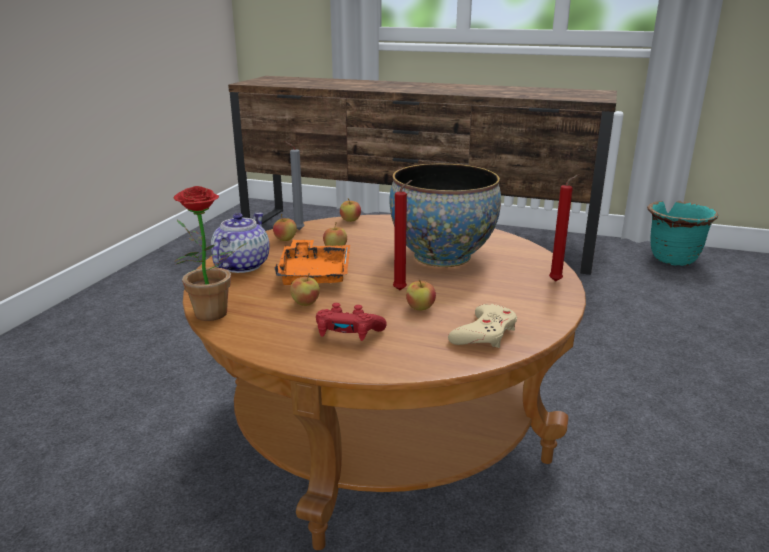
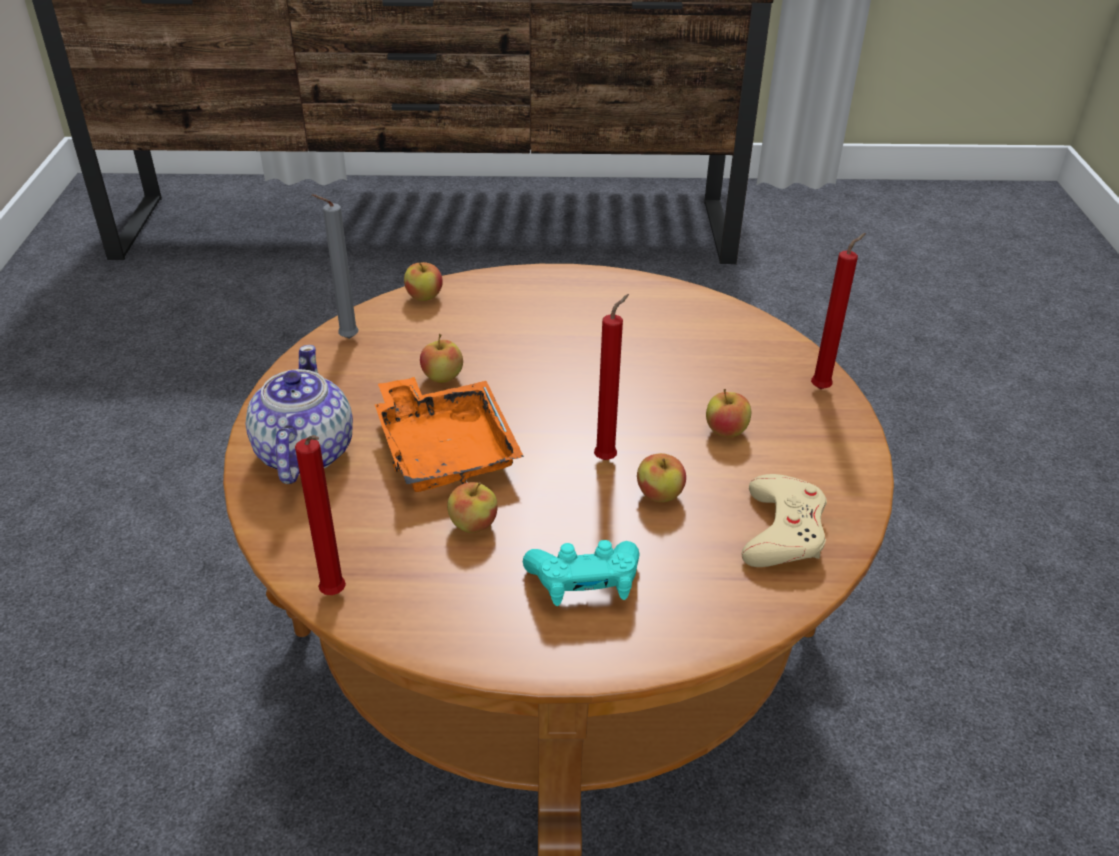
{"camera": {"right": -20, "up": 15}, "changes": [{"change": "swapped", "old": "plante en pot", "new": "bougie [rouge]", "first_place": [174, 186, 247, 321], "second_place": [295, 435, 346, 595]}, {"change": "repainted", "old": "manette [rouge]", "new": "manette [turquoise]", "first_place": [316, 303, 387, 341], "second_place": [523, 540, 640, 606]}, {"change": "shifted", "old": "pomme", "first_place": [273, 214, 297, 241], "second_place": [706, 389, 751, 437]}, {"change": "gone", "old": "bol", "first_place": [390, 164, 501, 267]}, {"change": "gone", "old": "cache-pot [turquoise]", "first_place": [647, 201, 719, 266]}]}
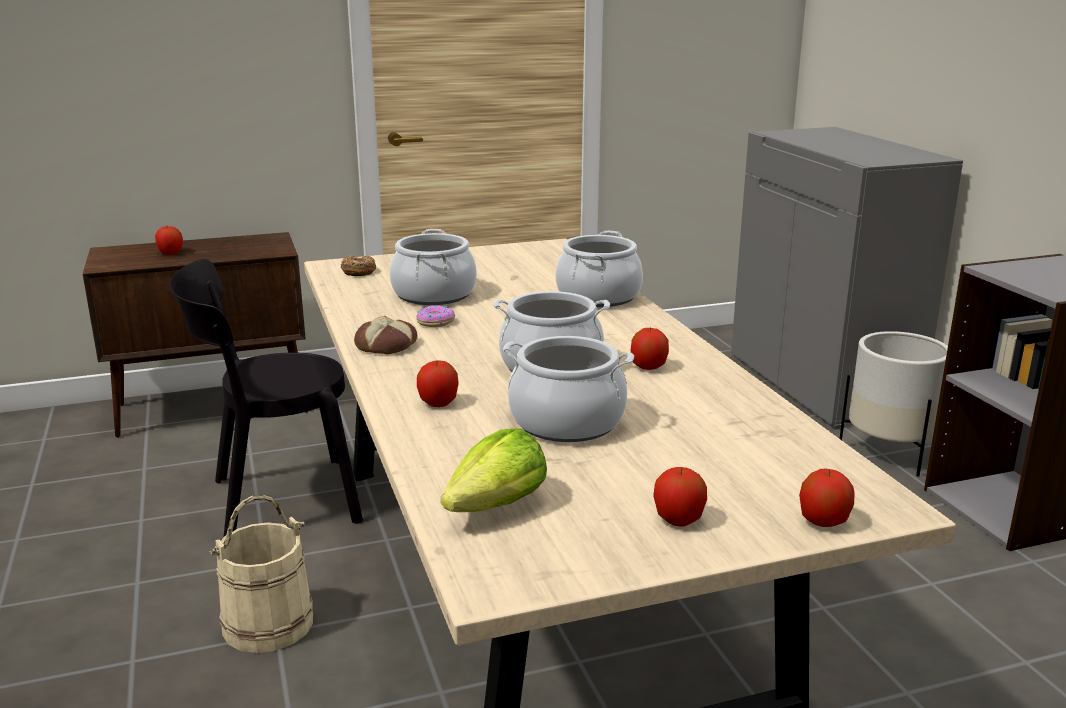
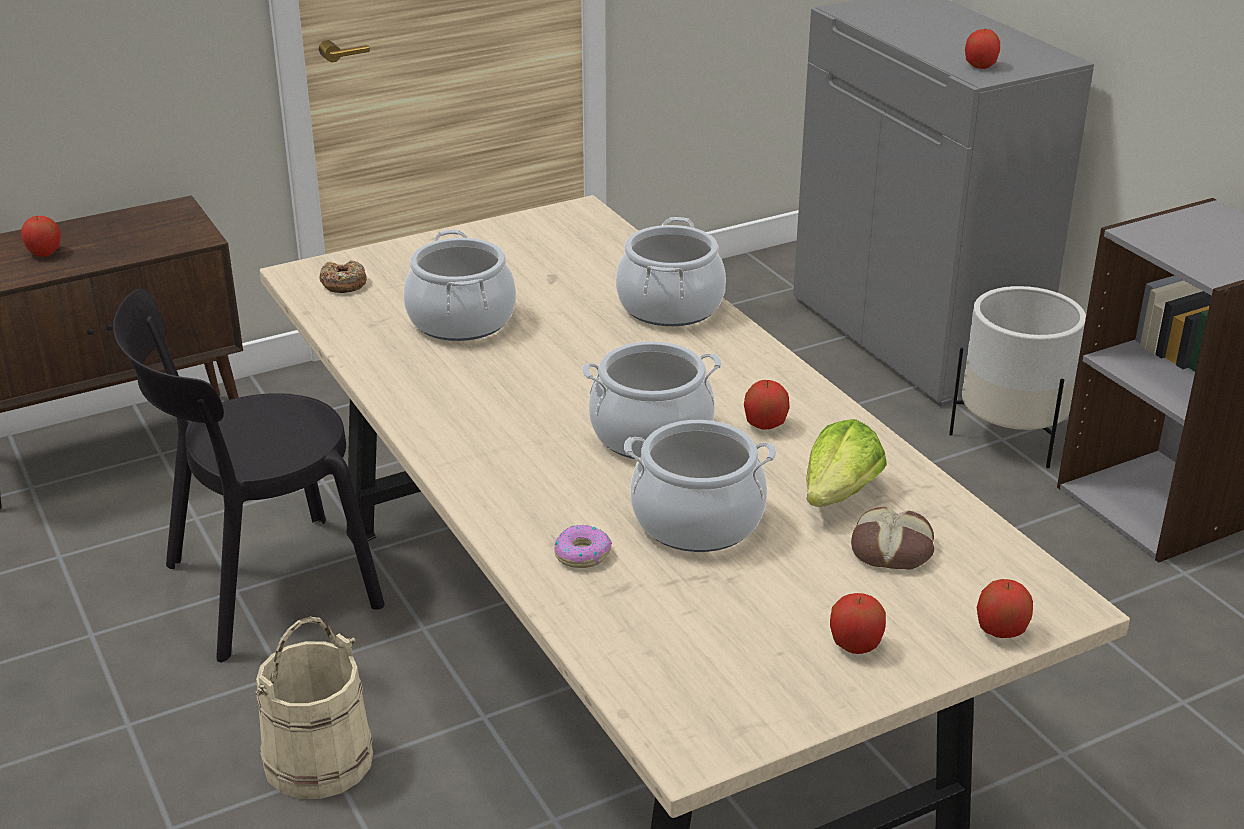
{"camera": {"right": -10, "up": 10}, "changes": [{"change": "shifted", "old": "beignet", "first_place": [416, 305, 455, 327], "second_place": [554, 525, 612, 568]}, {"change": "shifted", "old": "laitue", "first_place": [441, 428, 547, 512], "second_place": [806, 419, 887, 507]}, {"change": "shifted", "old": "pain", "first_place": [354, 316, 417, 354], "second_place": [851, 507, 934, 569]}, {"change": "shifted", "old": "pomme", "first_place": [417, 360, 459, 407], "second_place": [965, 28, 1000, 69]}]}
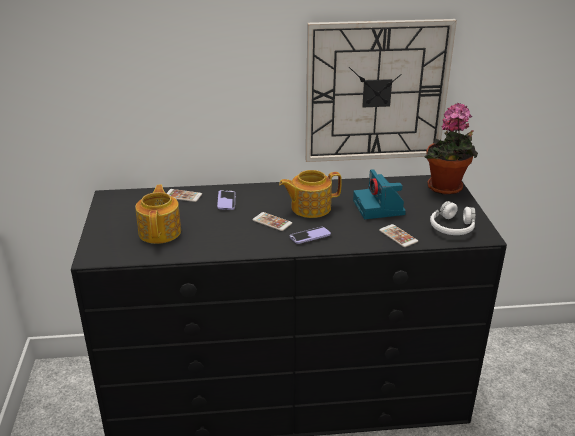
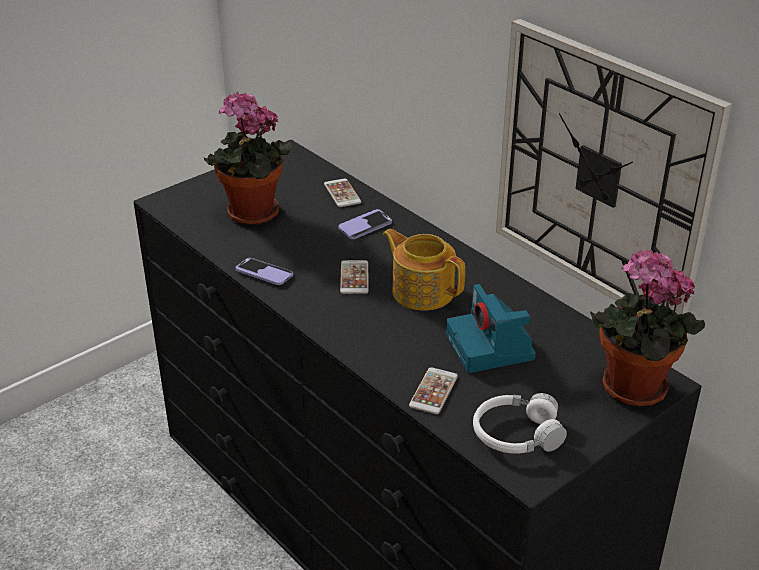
{"camera": {"right": 55, "up": 5}, "changes": [{"change": "swapped", "old": "théière", "new": "plante en pot", "first_place": [135, 185, 181, 244], "second_place": [204, 92, 293, 225]}, {"change": "shifted", "old": "téléphone", "first_place": [290, 227, 331, 244], "second_place": [236, 258, 293, 285]}, {"change": "rotated", "old": "appareil photo", "first_place": [353, 169, 406, 219], "second_place": [446, 284, 536, 373], "degrees": -60}]}
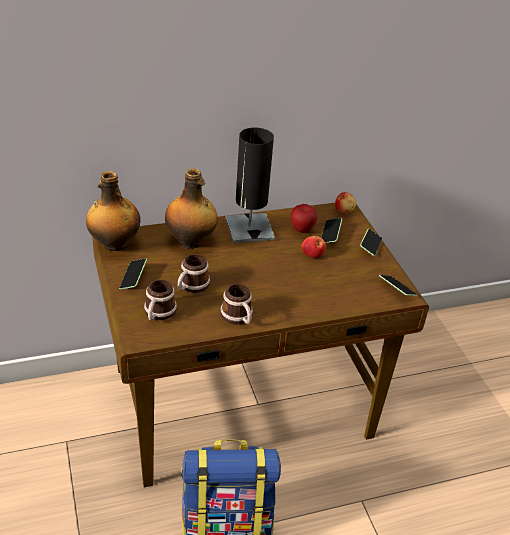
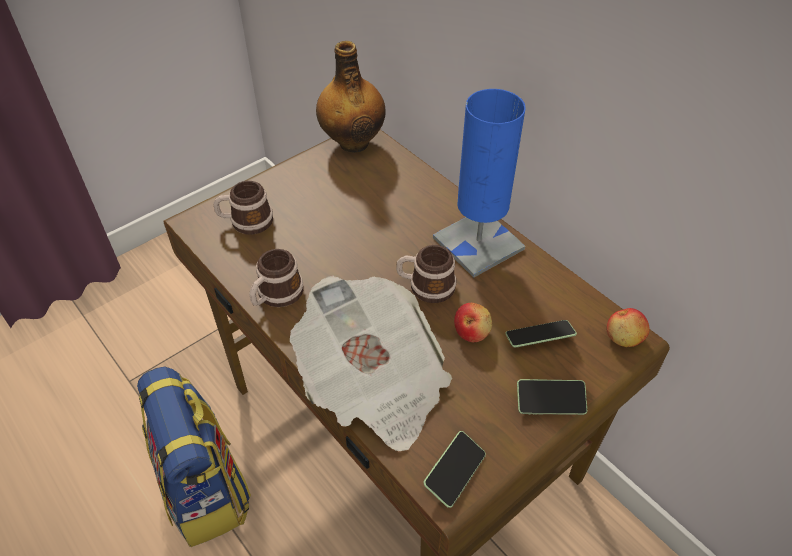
{"camera": {"right": 70, "up": 10}, "changes": [{"change": "new", "new": "journal", "second_place": [290, 276, 452, 451]}, {"change": "shifted", "old": "mug", "first_place": [178, 254, 210, 293], "second_place": [396, 245, 456, 303]}, {"change": "repainted", "old": "lampe de table [noir]", "new": "lampe de table [bleu]", "first_place": [225, 128, 275, 243], "second_place": [433, 89, 526, 278]}, {"change": "gone", "old": "téléphone", "first_place": [119, 258, 147, 290]}, {"change": "gone", "old": "bouteille", "first_place": [165, 168, 218, 249]}, {"change": "gone", "old": "pomme", "first_place": [291, 204, 317, 233]}]}
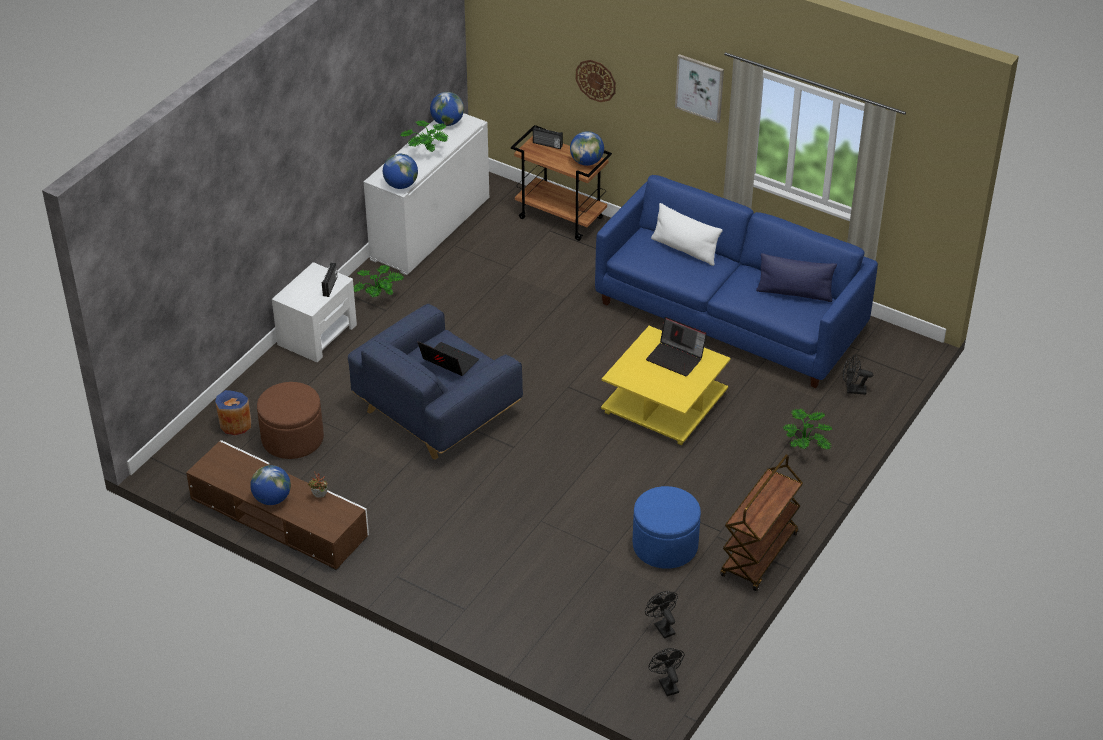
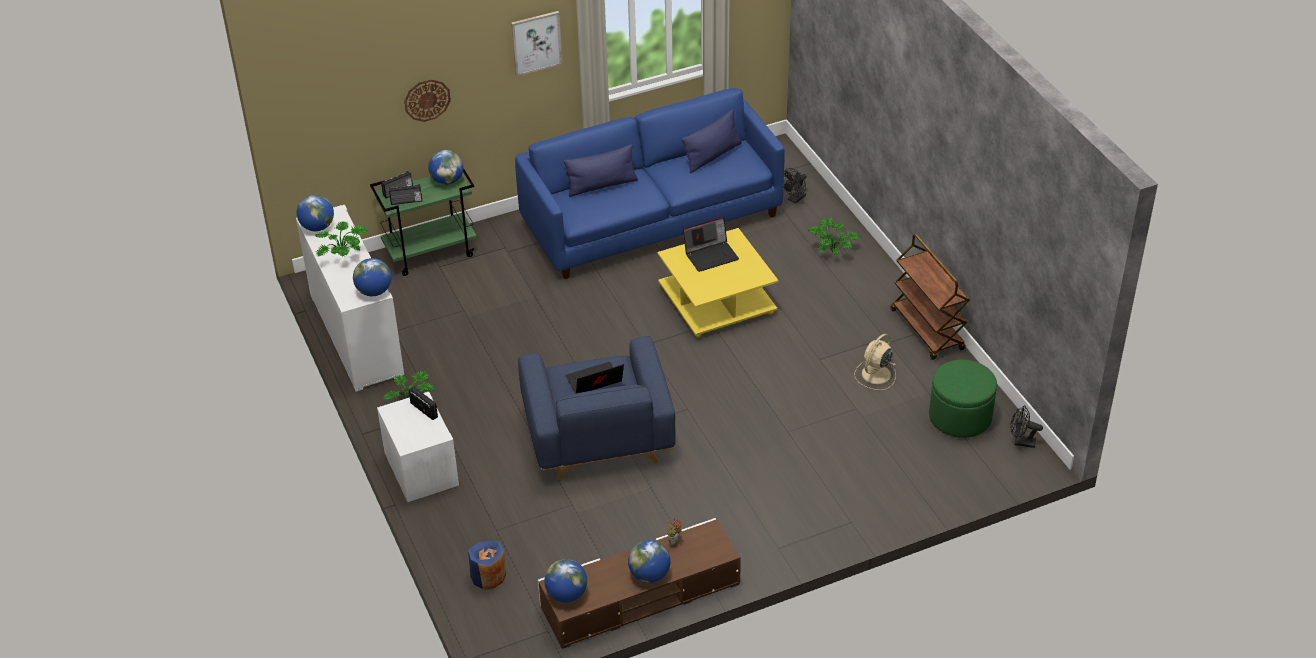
{"camera": {"right": -55, "up": 0}, "changes": [{"change": "repainted", "old": "chariot [marron]", "new": "chariot [vert]", "first_place": [511, 125, 612, 241], "second_place": [370, 169, 477, 276]}, {"change": "new", "new": "radio", "second_place": [389, 184, 422, 205]}, {"change": "new", "new": "globe", "second_place": [544, 559, 587, 603]}, {"change": "repainted", "old": "coussin [blanc]", "new": "coussin [bleu]", "first_place": [651, 203, 723, 266], "second_place": [564, 144, 638, 197]}, {"change": "swapped", "old": "pouf [bleu]", "new": "ventilateur [beige]", "first_place": [633, 486, 701, 569], "second_place": [854, 334, 896, 390]}, {"change": "swapped", "old": "ventilateur [noir]", "new": "pouf [vert]", "first_place": [645, 591, 678, 639], "second_place": [929, 360, 997, 438]}, {"change": "gone", "old": "pouf [marron]", "first_place": [257, 382, 324, 459]}]}
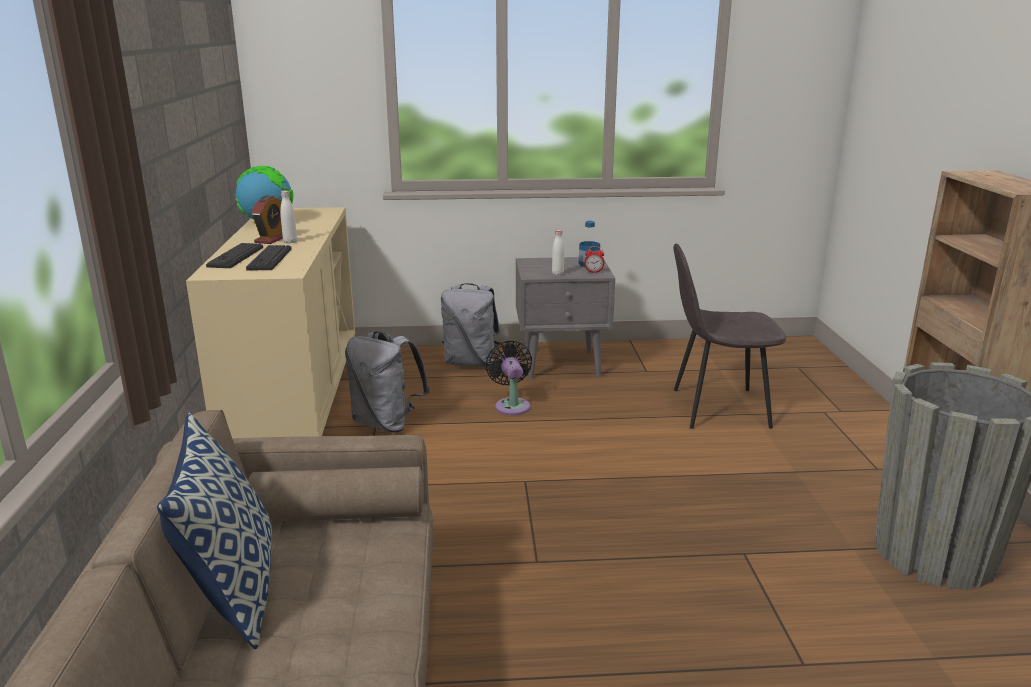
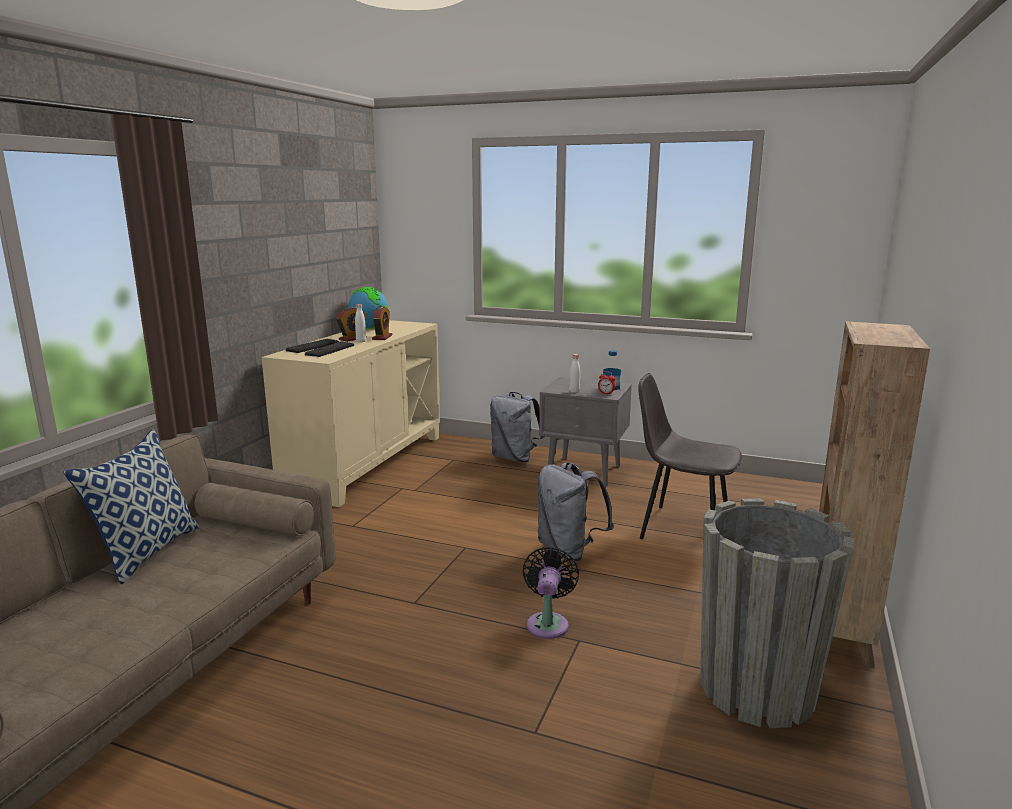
{"camera": {"right": 25, "up": -5}, "changes": [{"change": "new", "new": "réveil", "second_place": [372, 306, 392, 340]}, {"change": "shifted", "old": "ventilateur [noir]", "first_place": [485, 341, 532, 415], "second_place": [523, 547, 579, 639]}, {"change": "shifted", "old": "sac à dos [gris]", "first_place": [345, 331, 430, 432], "second_place": [537, 463, 614, 561]}]}
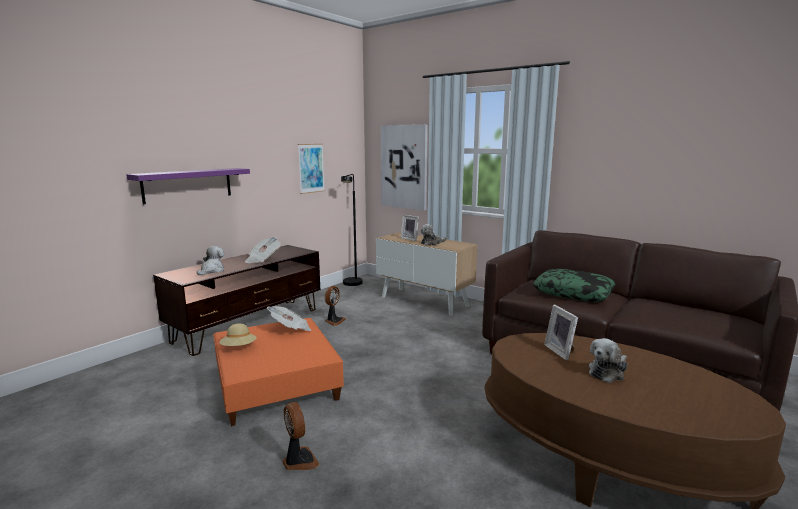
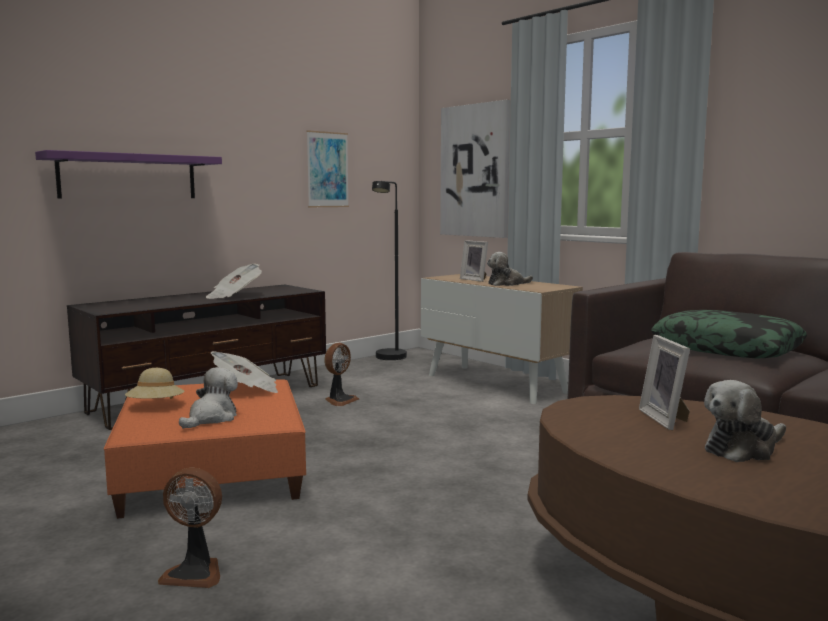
{"camera": {"right": 10, "up": -5}, "changes": [{"change": "rotated", "old": "ventilateur", "first_place": [282, 402, 319, 470], "second_place": [158, 468, 222, 588], "degrees": 120}, {"change": "shifted", "old": "peluche", "first_place": [197, 246, 224, 276], "second_place": [179, 367, 238, 429]}]}
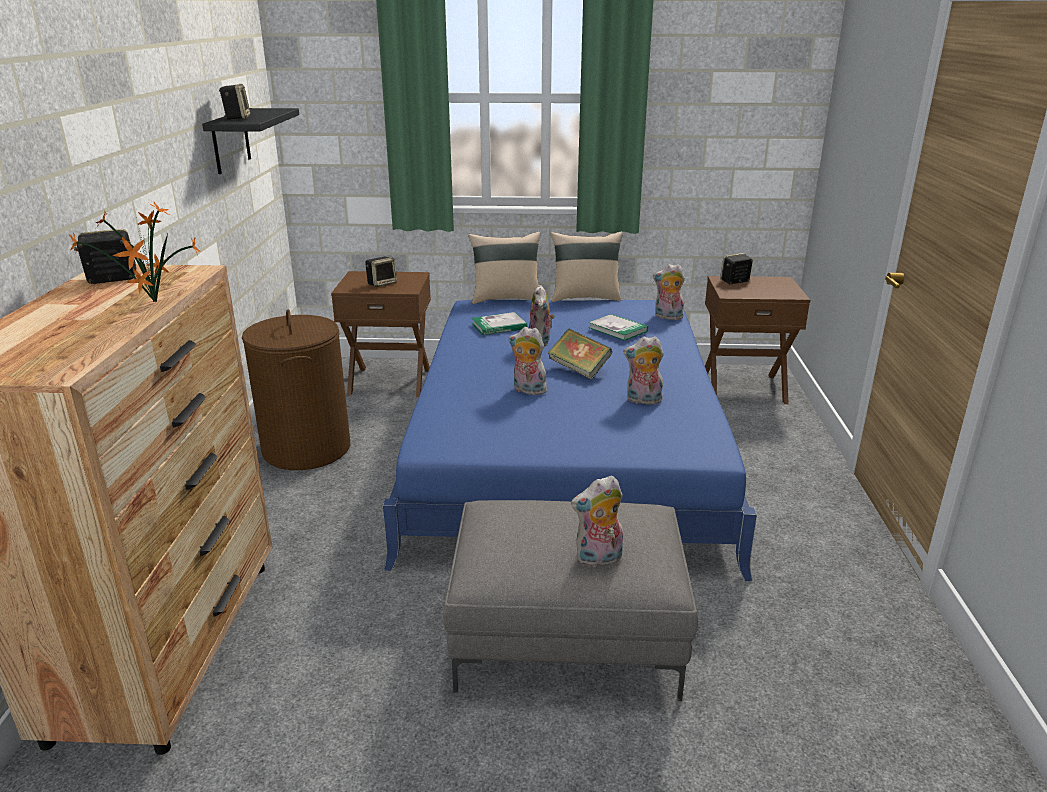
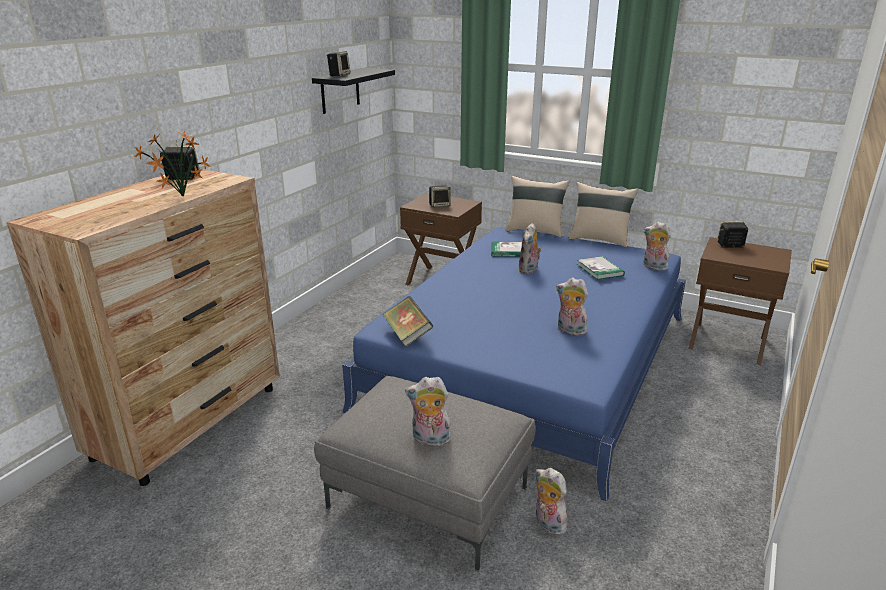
{"camera": {"right": 25, "up": 0}, "changes": [{"change": "shifted", "old": "livre", "first_place": [548, 329, 612, 380], "second_place": [382, 296, 434, 347]}, {"change": "shifted", "old": "peluche", "first_place": [509, 327, 547, 395], "second_place": [536, 468, 567, 535]}, {"change": "gone", "old": "panier à linge [marron]", "first_place": [242, 309, 350, 470]}]}
